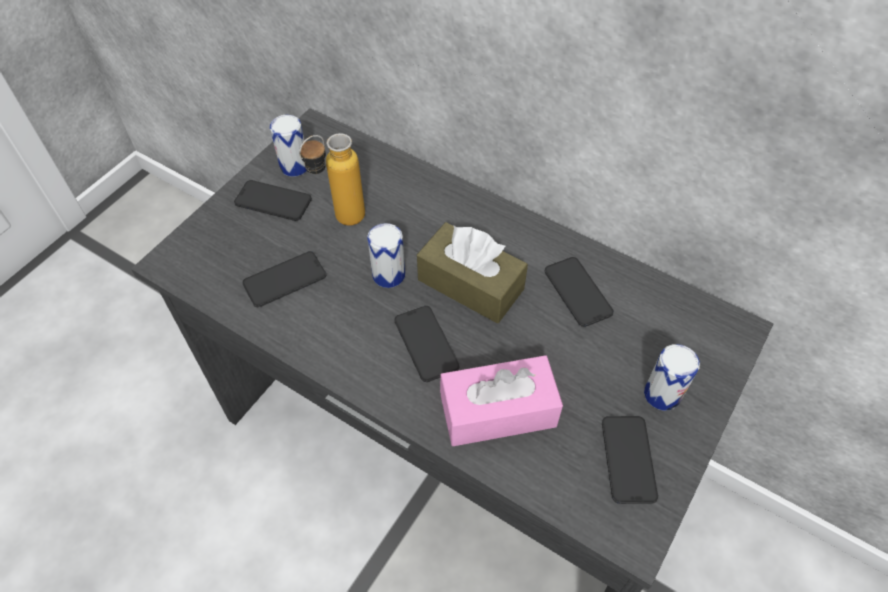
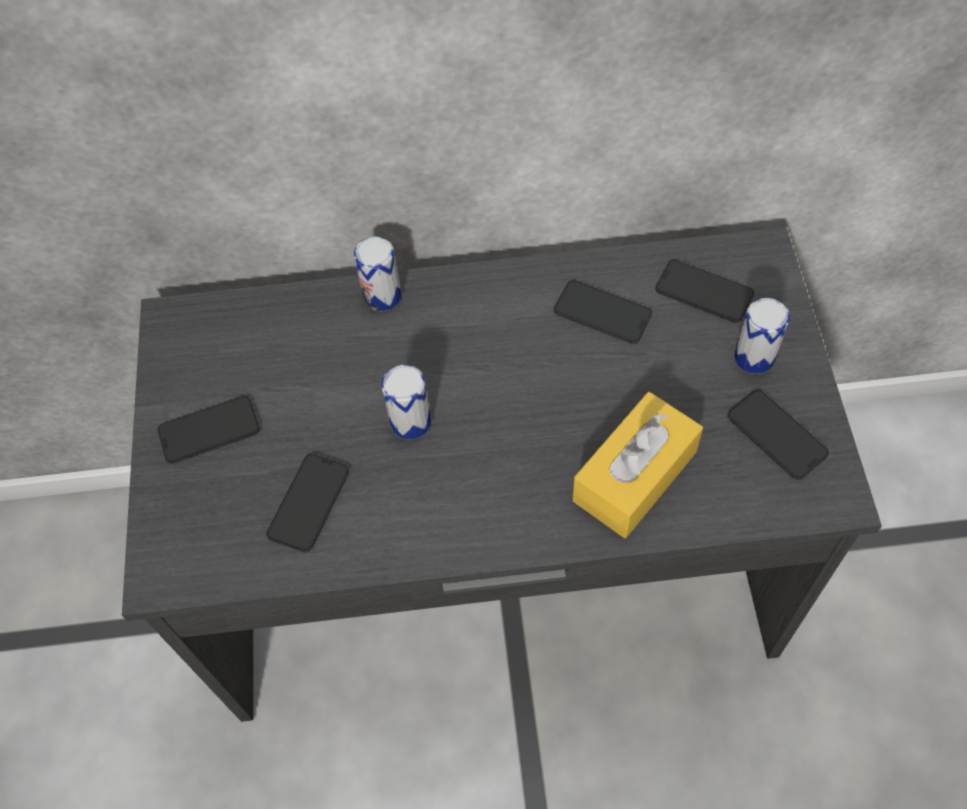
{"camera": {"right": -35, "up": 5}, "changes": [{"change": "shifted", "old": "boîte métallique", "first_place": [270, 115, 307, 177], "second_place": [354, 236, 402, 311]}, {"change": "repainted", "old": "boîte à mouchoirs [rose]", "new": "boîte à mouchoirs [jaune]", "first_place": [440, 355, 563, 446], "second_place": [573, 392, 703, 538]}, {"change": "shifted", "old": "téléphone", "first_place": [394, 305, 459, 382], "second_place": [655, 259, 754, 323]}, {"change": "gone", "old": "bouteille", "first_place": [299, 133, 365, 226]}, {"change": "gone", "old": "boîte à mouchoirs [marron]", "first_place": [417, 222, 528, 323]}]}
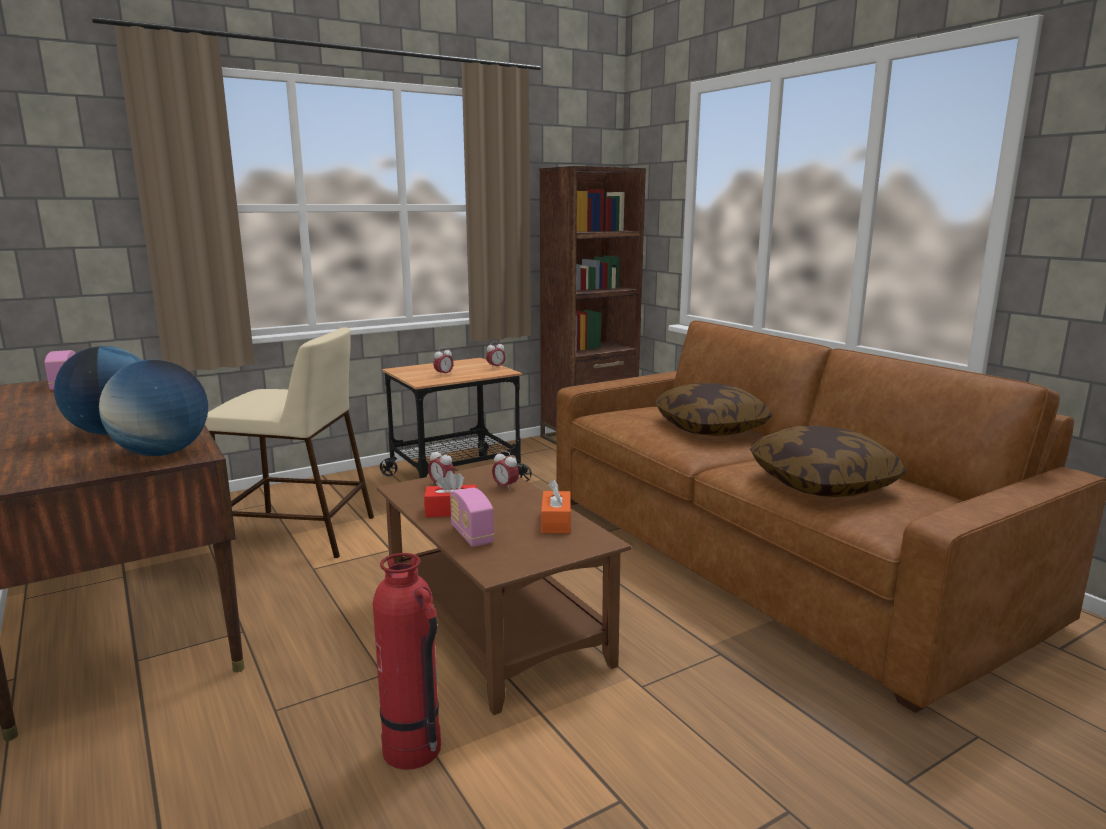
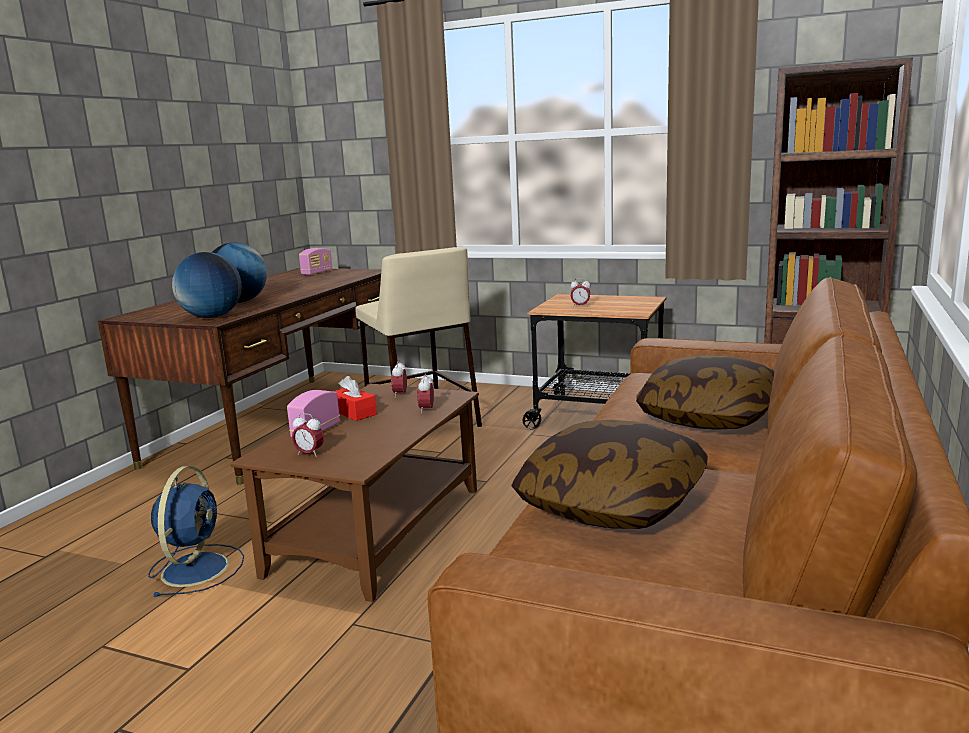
{"camera": {"right": 55, "up": 0}, "changes": [{"change": "swapped", "old": "extincteur", "new": "ventilateur [bleu]", "first_place": [373, 553, 441, 770], "second_place": [148, 466, 244, 597]}, {"change": "shifted", "old": "réveil", "first_place": [486, 341, 506, 369], "second_place": [292, 413, 324, 457]}, {"change": "gone", "old": "boîte à mouchoirs [orange]", "first_place": [541, 479, 571, 533]}]}
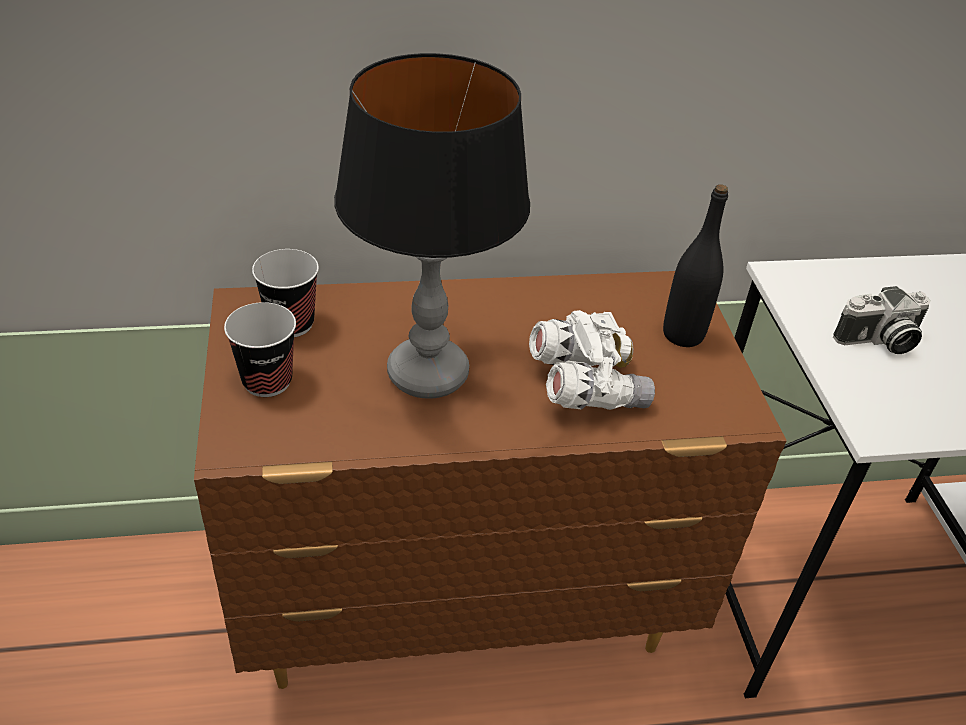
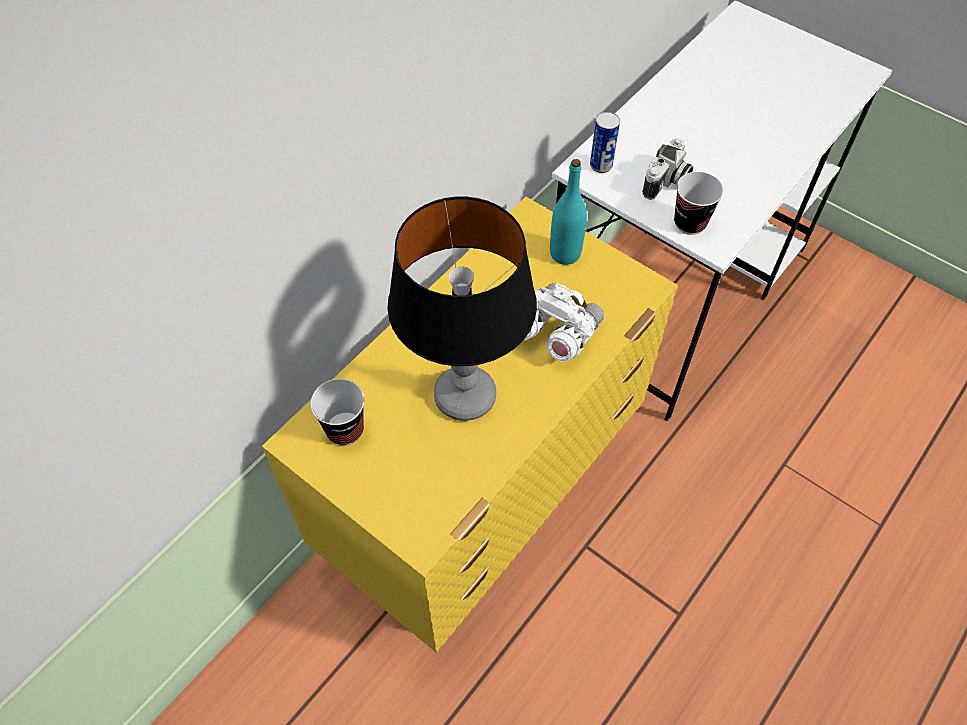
{"camera": {"right": -40, "up": 15}, "changes": [{"change": "repainted", "old": "commode [marron]", "new": "commode [jaune]", "first_place": [194, 271, 787, 689], "second_place": [262, 197, 678, 653]}, {"change": "repainted", "old": "bouteille [noir]", "new": "bouteille [turquoise]", "first_place": [663, 184, 728, 347], "second_place": [550, 159, 587, 265]}, {"change": "new", "new": "boîte métallique", "second_place": [590, 112, 620, 173]}, {"change": "shifted", "old": "tasse", "first_place": [224, 302, 296, 397], "second_place": [674, 172, 724, 235]}]}
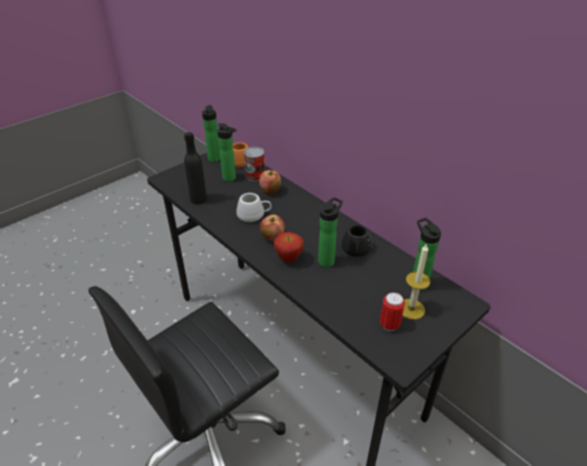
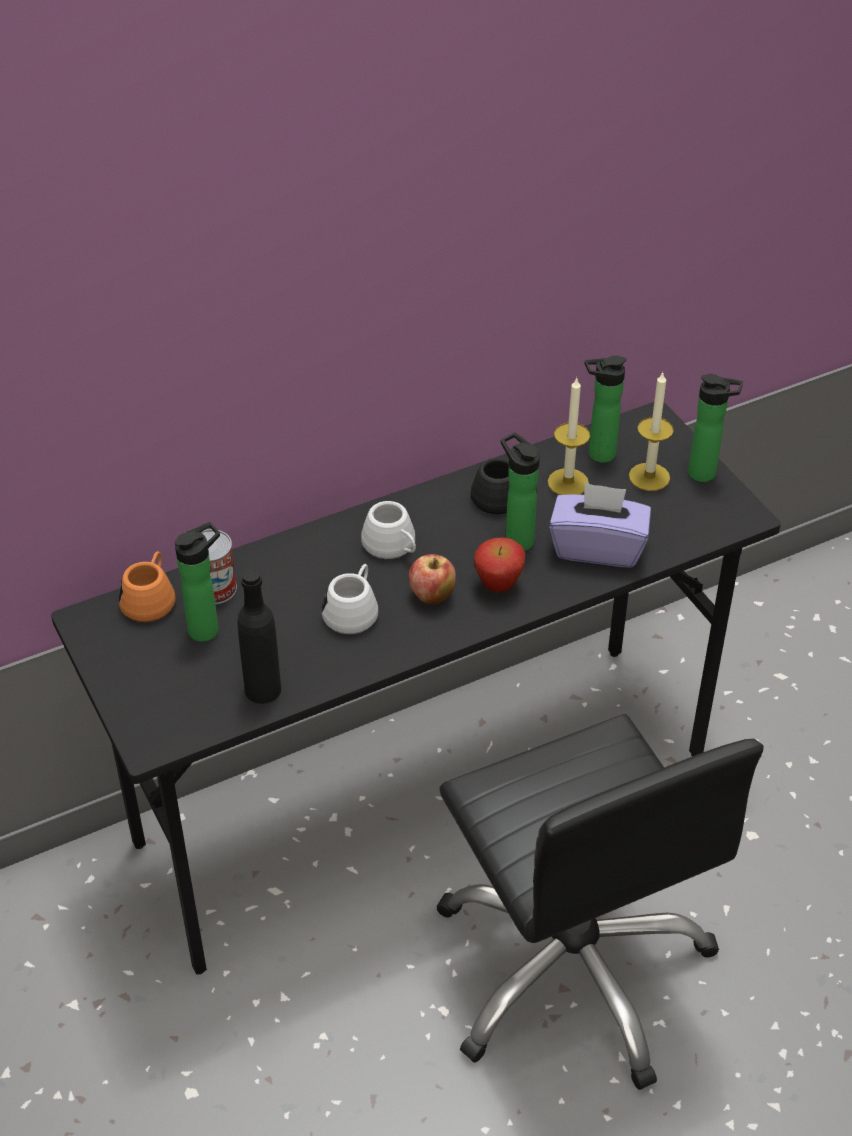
{"camera": {"right": -75, "up": 5}, "changes": [{"change": "new", "new": "mug [blanc]", "second_place": [361, 501, 416, 559]}, {"change": "new", "new": "bougie", "second_place": [548, 377, 590, 495]}, {"change": "new", "new": "boîte à mouchoirs [violet]", "second_place": [549, 482, 651, 568]}, {"change": "shifted", "old": "bouteille", "first_place": [202, 105, 220, 162], "second_place": [688, 374, 743, 482]}, {"change": "gone", "old": "pomme", "first_place": [259, 170, 281, 194]}, {"change": "gone", "old": "boîte métallique", "first_place": [380, 292, 405, 331]}]}
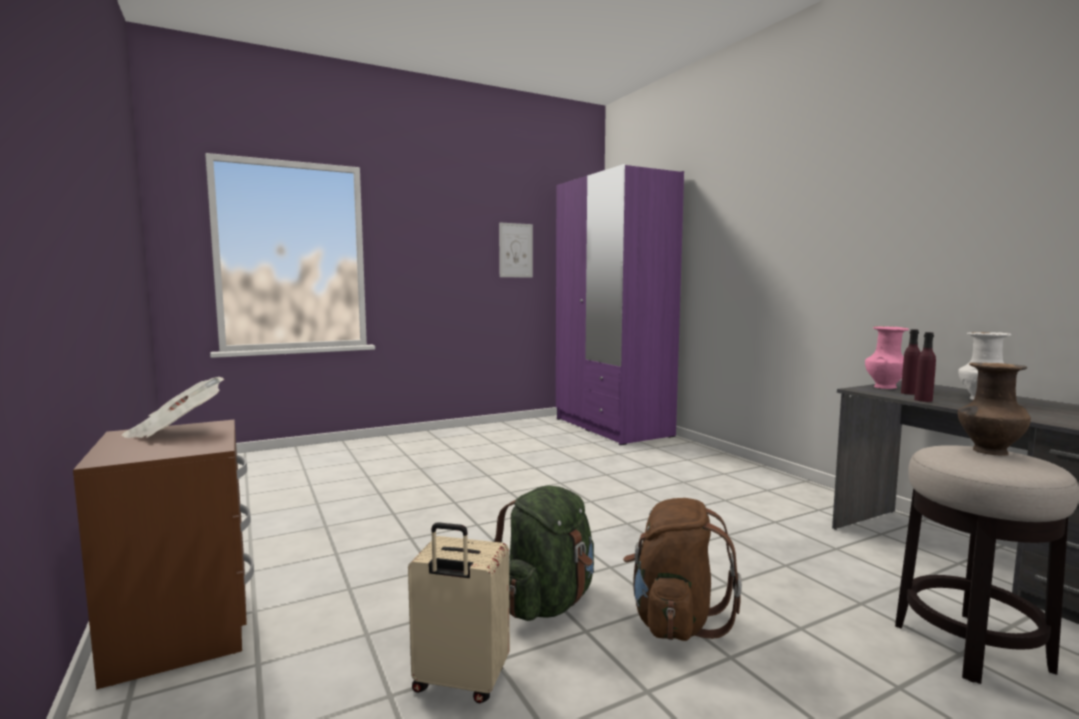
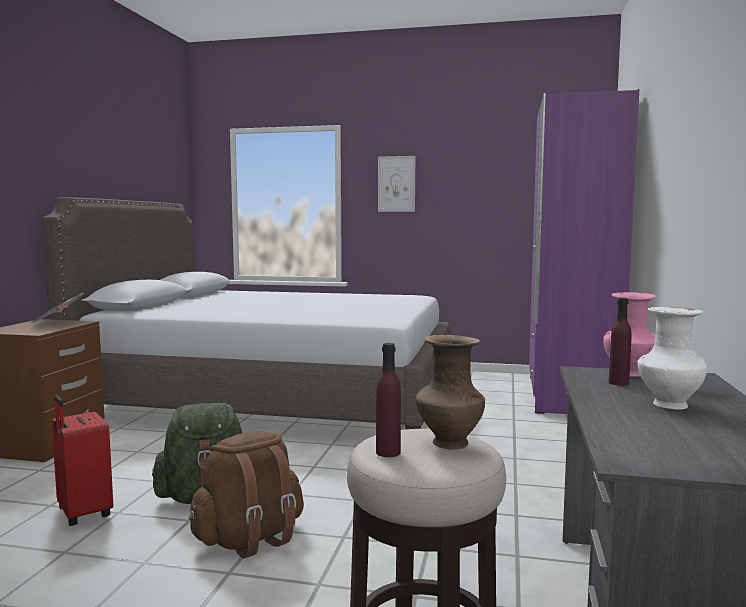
{"camera": {"right": 40, "up": 0}, "changes": [{"change": "new", "new": "lit [gris]", "second_place": [42, 197, 450, 429]}, {"change": "repainted", "old": "valise [beige]", "new": "valise [rouge]", "first_place": [408, 522, 510, 703], "second_place": [52, 395, 113, 526]}, {"change": "shifted", "old": "bouteille [violet]", "first_place": [914, 332, 936, 402], "second_place": [376, 343, 401, 457]}, {"change": "shifted", "old": "tableau", "first_place": [499, 222, 533, 278], "second_place": [378, 156, 415, 212]}]}
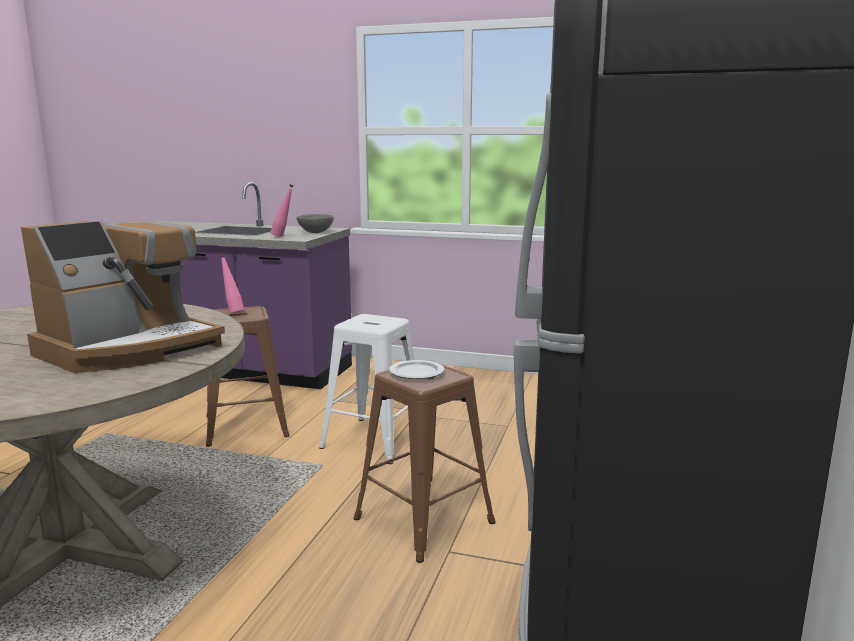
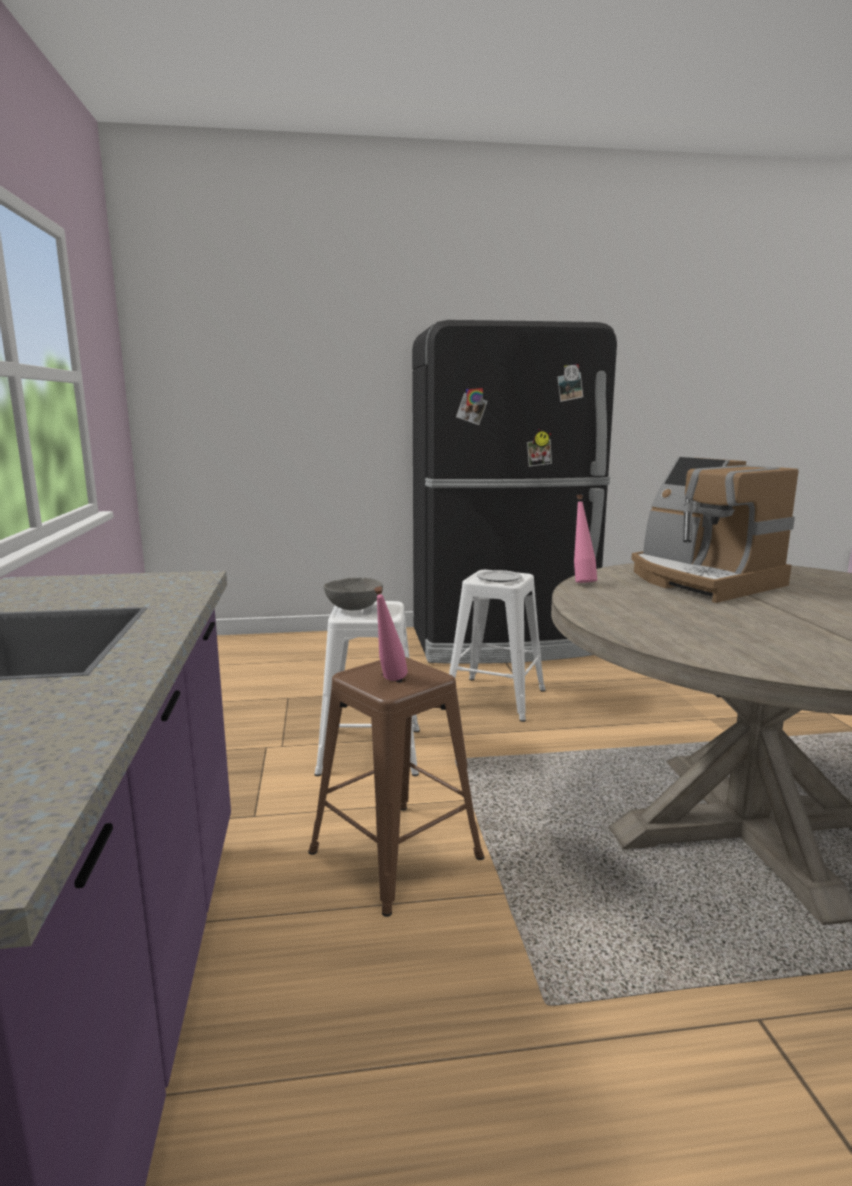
{"camera": {"right": -115, "up": 0}, "changes": [{"change": "shifted", "old": "bol [gris]", "first_place": [297, 214, 334, 233], "second_place": [324, 578, 383, 610]}, {"change": "repainted", "old": "tabouret [marron]", "new": "tabouret [blanc]", "first_place": [353, 360, 496, 563], "second_place": [449, 570, 546, 722]}, {"change": "shifted", "old": "bouteille [rose]", "first_place": [270, 184, 294, 237], "second_place": [574, 495, 597, 583]}, {"change": "rotated", "old": "machine à café", "first_place": [21, 220, 225, 373], "second_place": [631, 457, 799, 603], "degrees": -135}]}
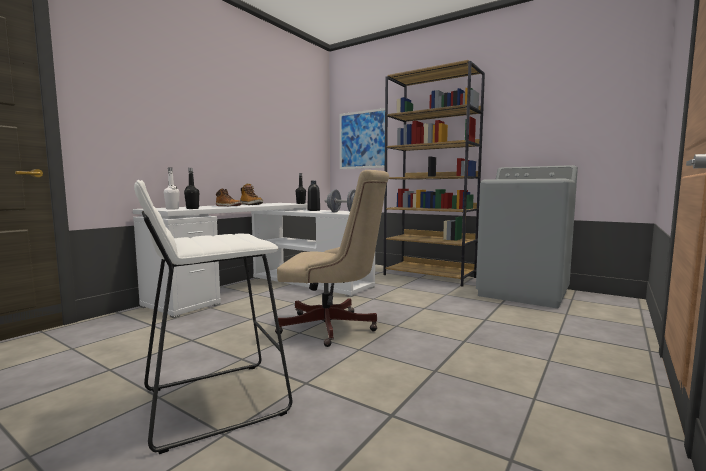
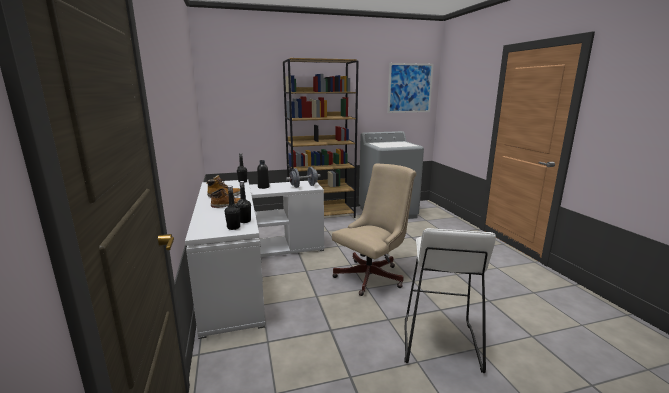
{"camera": {"right": -50, "up": 10}, "changes": [{"change": "repainted", "old": "bouteille [blanc]", "new": "bouteille [noir]", "first_place": [164, 167, 179, 210], "second_place": [225, 186, 240, 230]}, {"change": "shifted", "old": "tableau", "first_place": [340, 108, 388, 169], "second_place": [387, 63, 433, 113]}]}
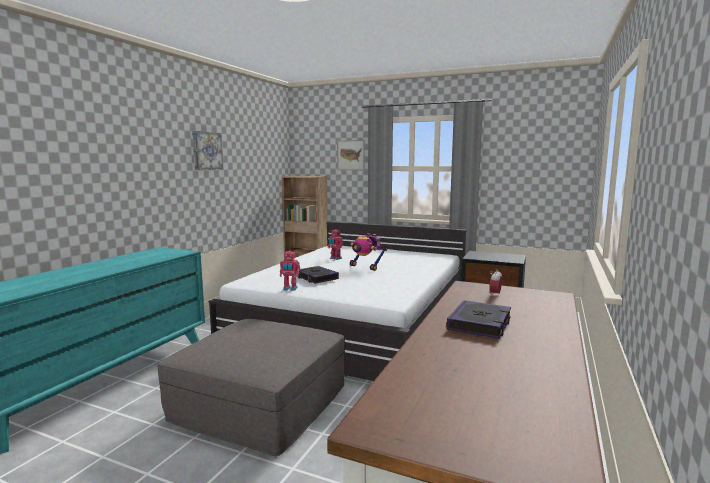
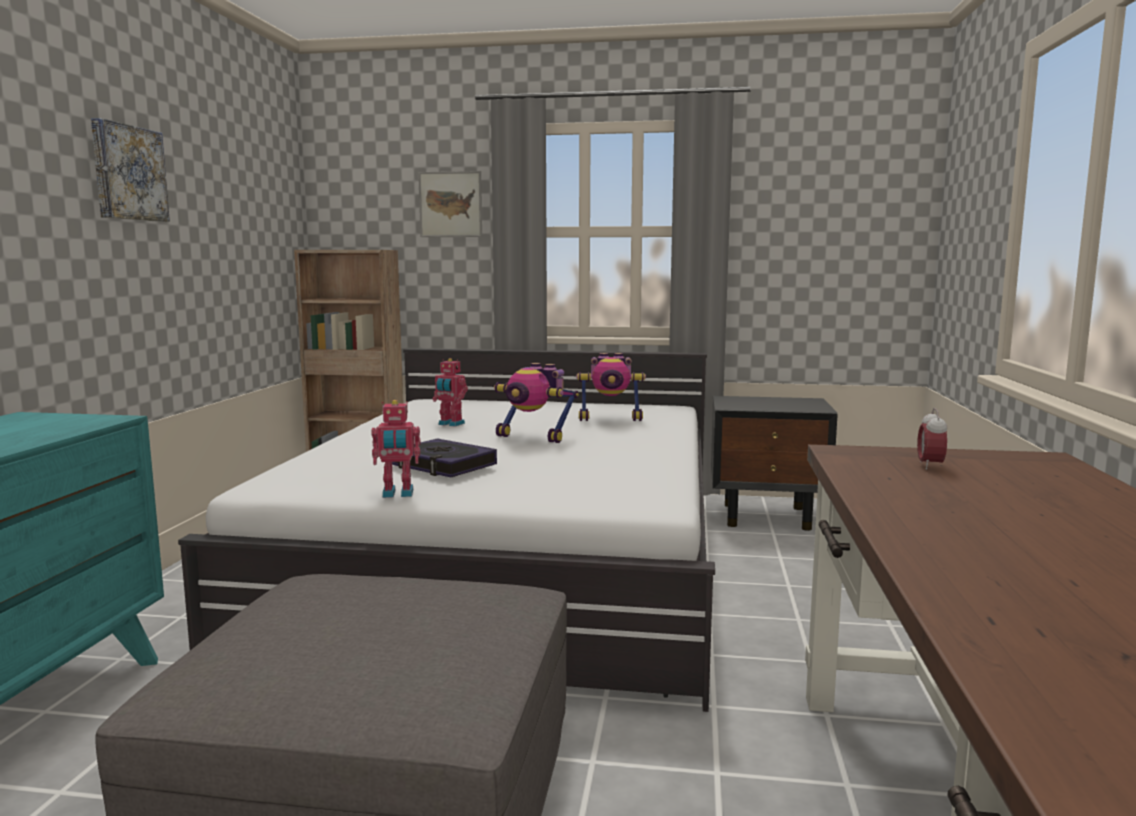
{"camera": {"right": -15, "up": 0}, "changes": [{"change": "new", "new": "robot jouet", "second_place": [577, 353, 646, 421]}, {"change": "gone", "old": "livre", "first_place": [447, 300, 511, 339]}]}
